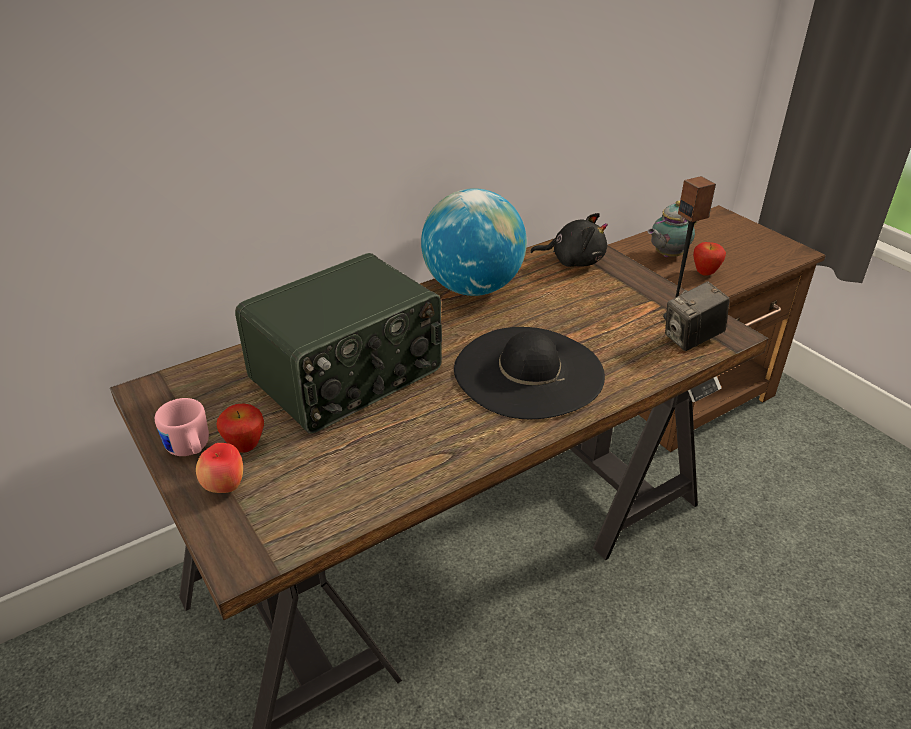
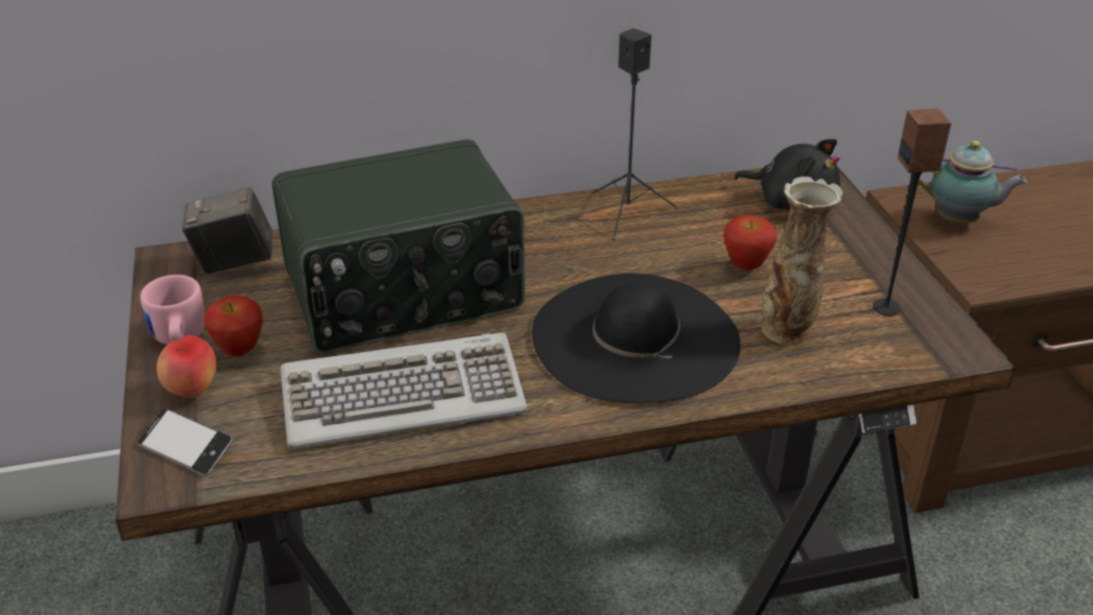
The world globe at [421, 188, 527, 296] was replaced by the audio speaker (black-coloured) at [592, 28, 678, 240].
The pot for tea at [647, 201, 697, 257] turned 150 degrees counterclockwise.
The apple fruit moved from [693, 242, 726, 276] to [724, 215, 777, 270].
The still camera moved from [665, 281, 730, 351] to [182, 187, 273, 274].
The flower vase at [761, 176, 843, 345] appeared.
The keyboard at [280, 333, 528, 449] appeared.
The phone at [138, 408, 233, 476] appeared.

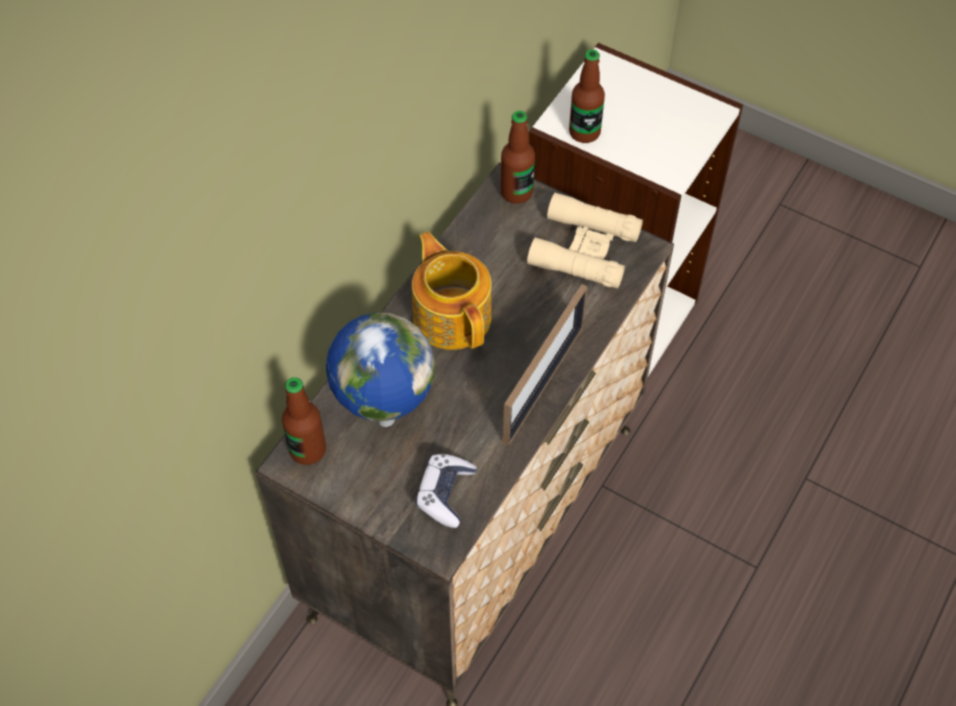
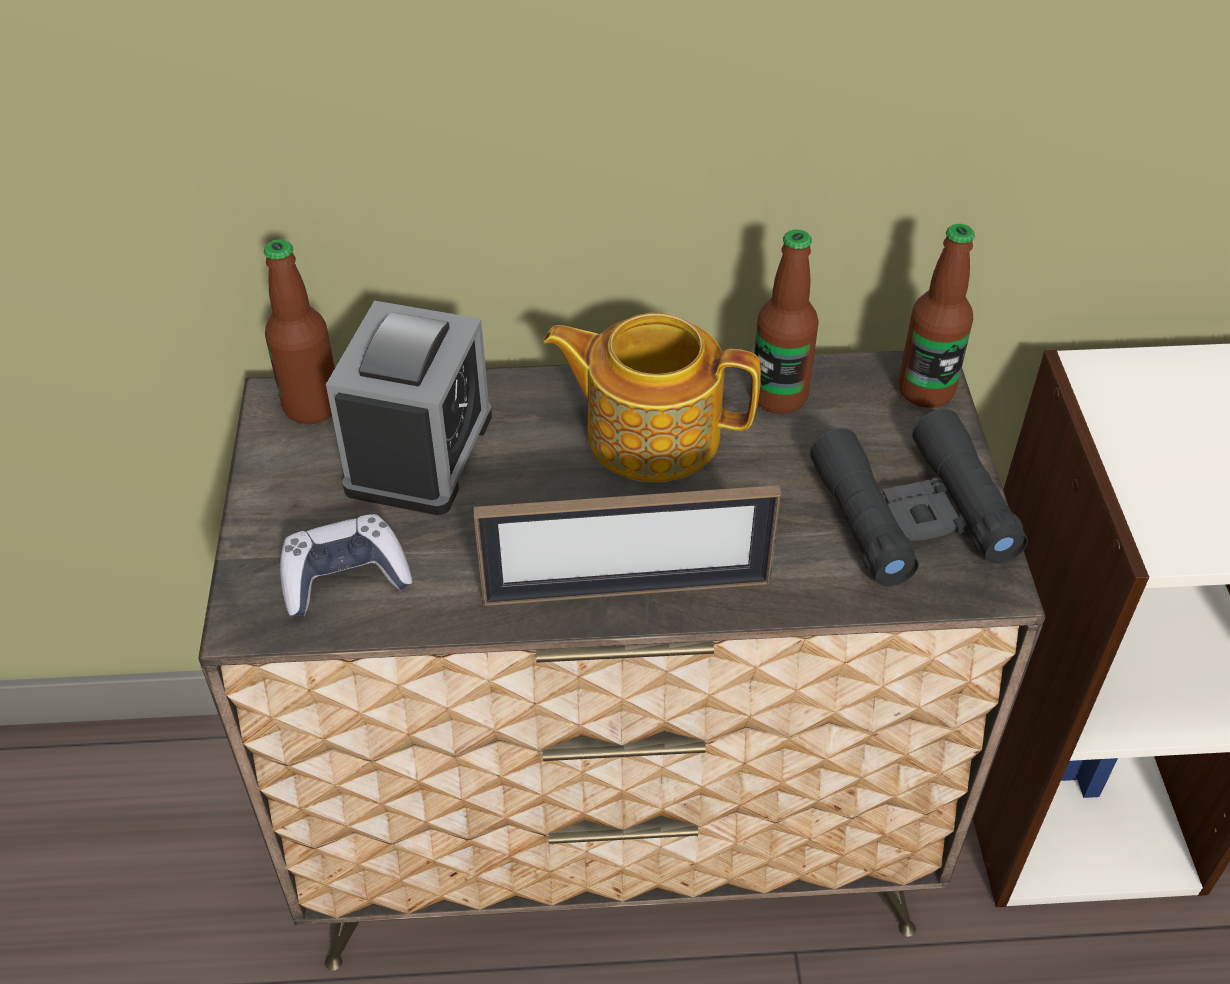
The bottle moved from [569, 49, 605, 143] to [754, 229, 818, 414].
The pair of binoculars (beige) at [527, 192, 643, 289] became the pair of binoculars (black-coloured) at [810, 409, 1028, 587].
The pot for tea at [412, 231, 492, 350] turned 105 degrees counterclockwise.
The world globe at [326, 312, 435, 427] was replaced by the table clock at [326, 301, 492, 515].

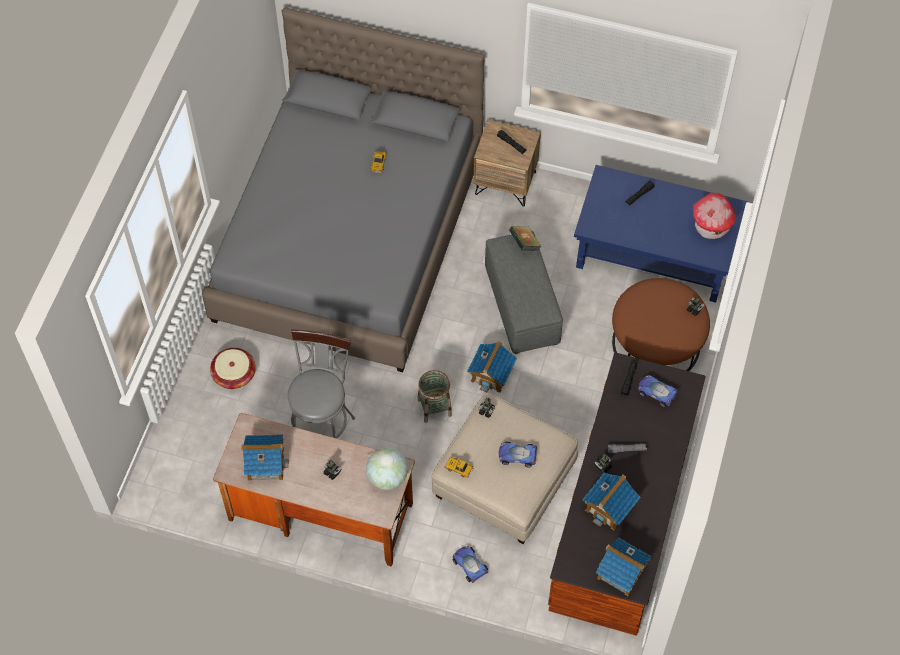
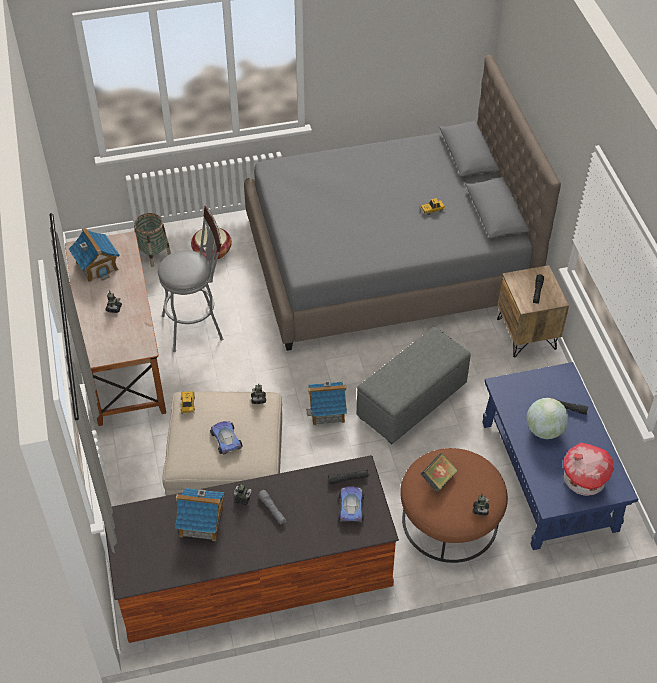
The book moved from [509, 226, 541, 251] to [421, 453, 458, 492].
The basket moved from [417, 370, 452, 423] to [134, 213, 171, 267].
The world globe moved from [366, 448, 408, 490] to [526, 398, 569, 439].
The model house at [596, 537, 652, 596] disappeared.
The miniature car at [452, 546, 489, 583] disappeared.

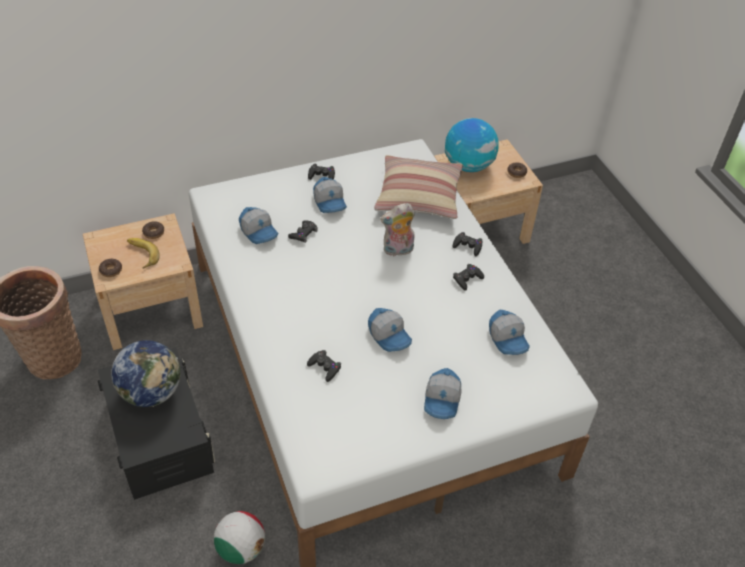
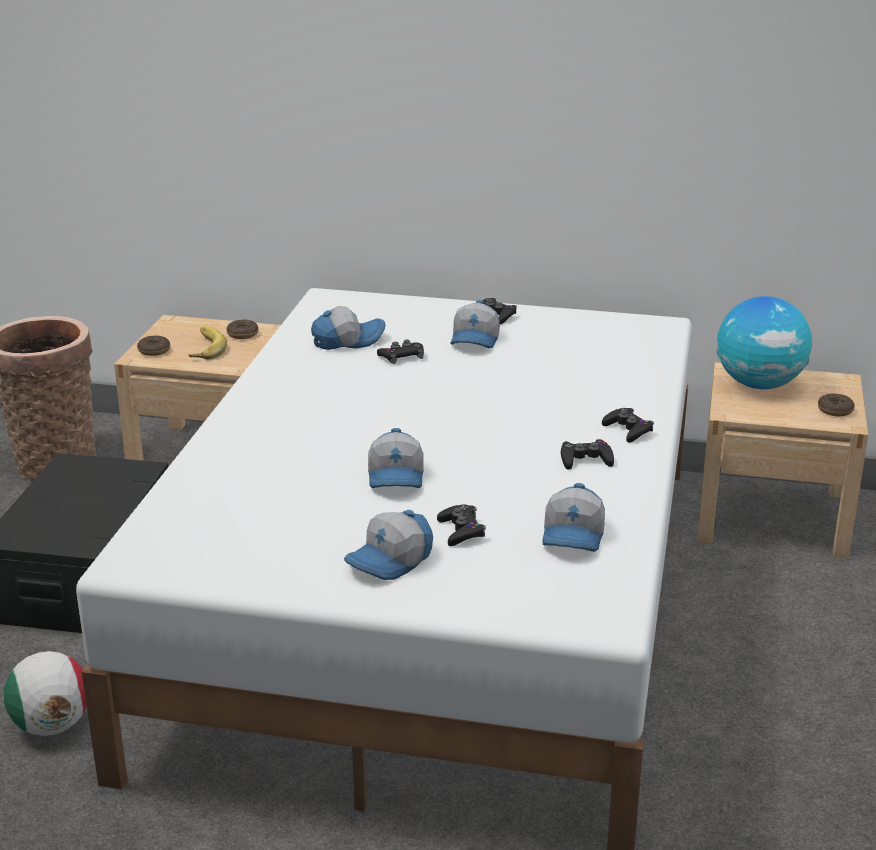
The cushion at [374, 155, 463, 219] disappeared.
The cuddly toy at [380, 203, 415, 256] disappeared.
The cap at [239, 207, 279, 244] turned 105 degrees counterclockwise.
The world globe at [111, 340, 180, 407] disappeared.
The joypad (black-coloured) moved from [307, 350, 341, 382] to [437, 504, 486, 546].

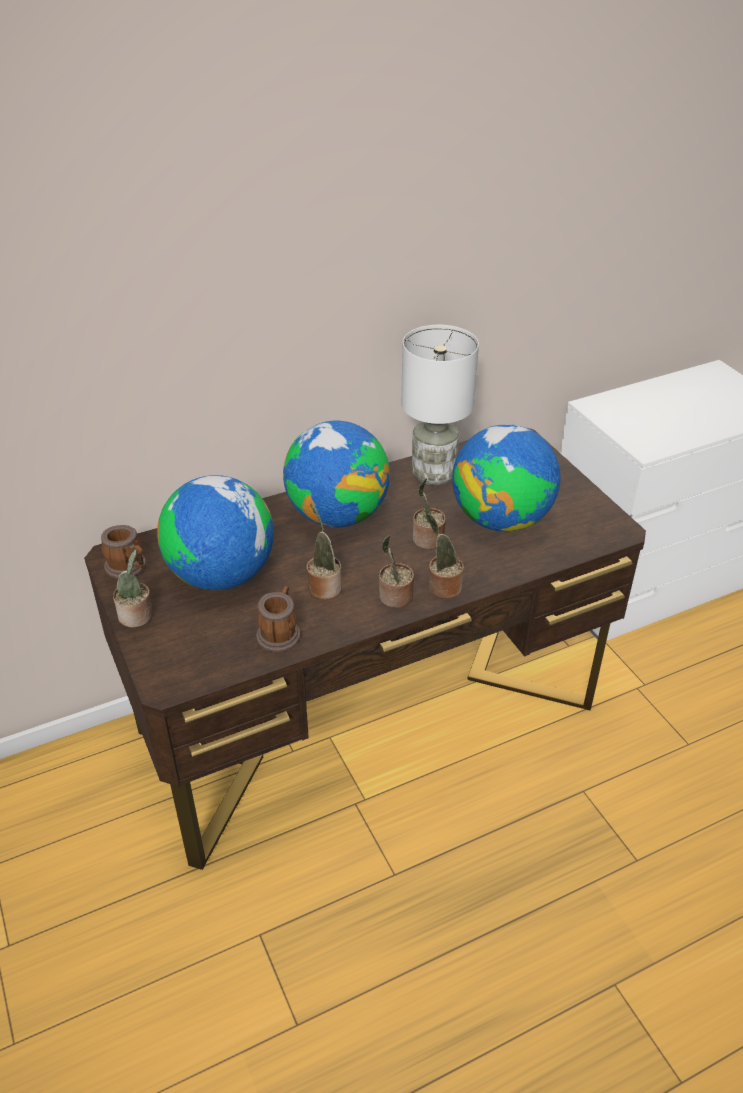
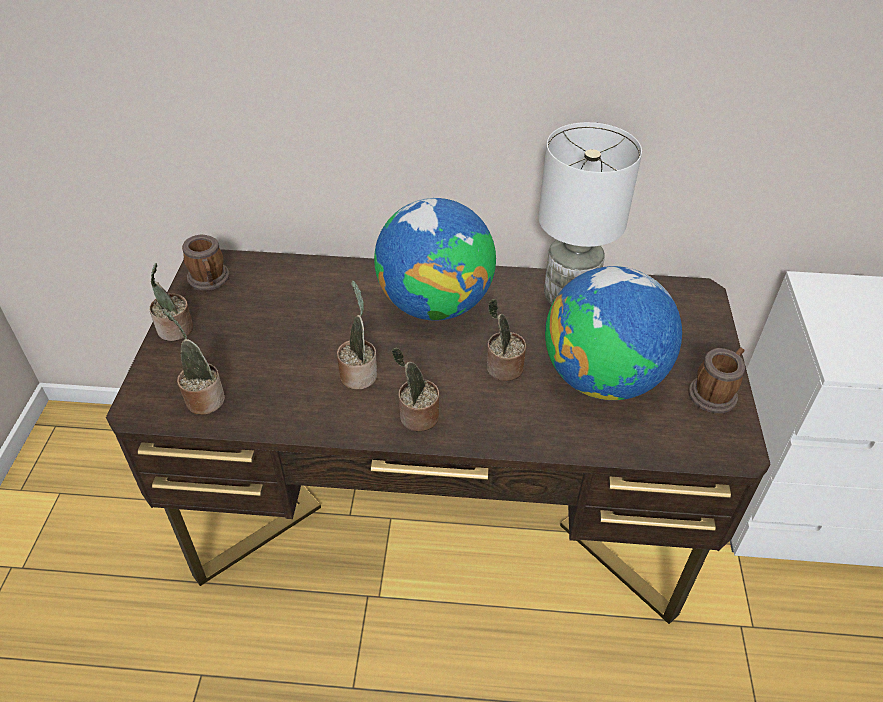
The world globe at [157, 475, 274, 590] disappeared.
The potted plant moved from [426, 513, 464, 599] to [163, 311, 225, 415].
The tea mug moved from [256, 586, 301, 652] to [688, 347, 745, 414].

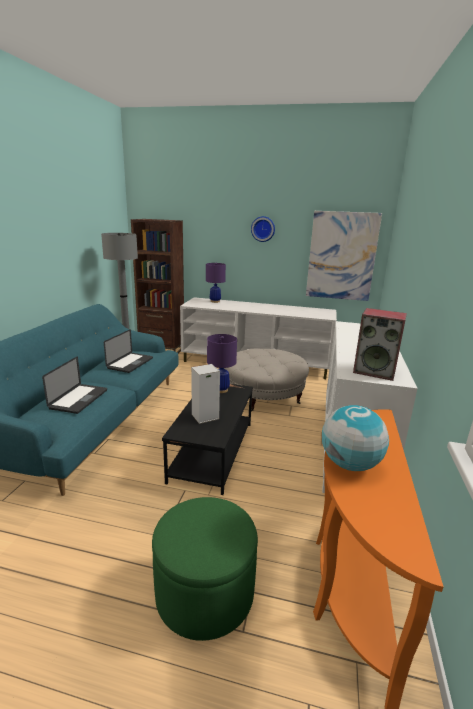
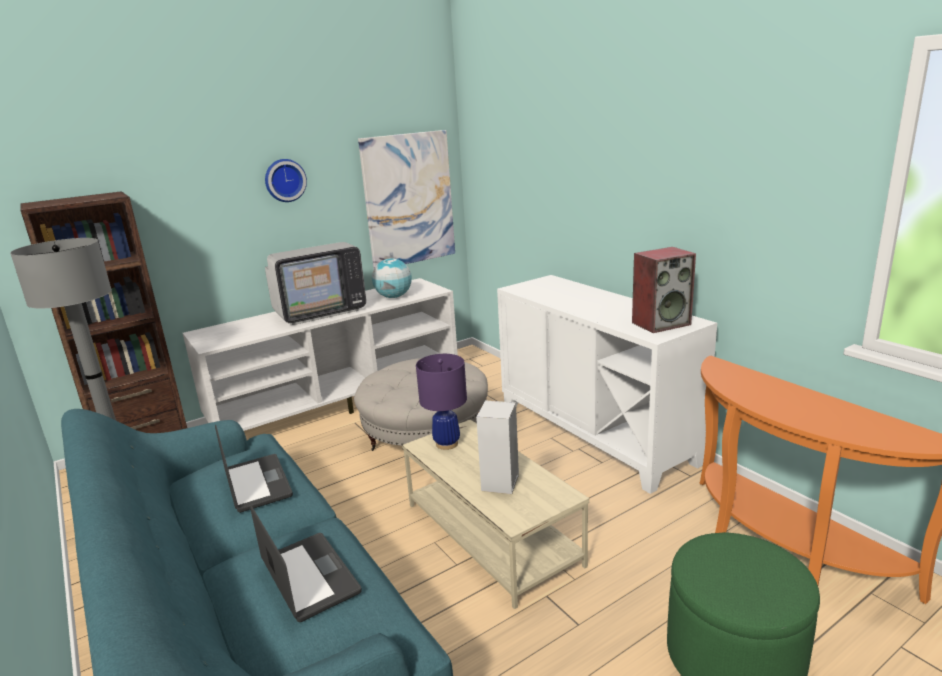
The lamp for a table (purple-coloured) at [206, 262, 226, 303] disappeared.
The lounge table (black-coloured) at [162, 384, 253, 495] became the lounge table (beige) at [402, 419, 589, 609].
The world globe moved from [322, 405, 389, 471] to [372, 258, 412, 298].
The television at [265, 242, 366, 325] appeared.

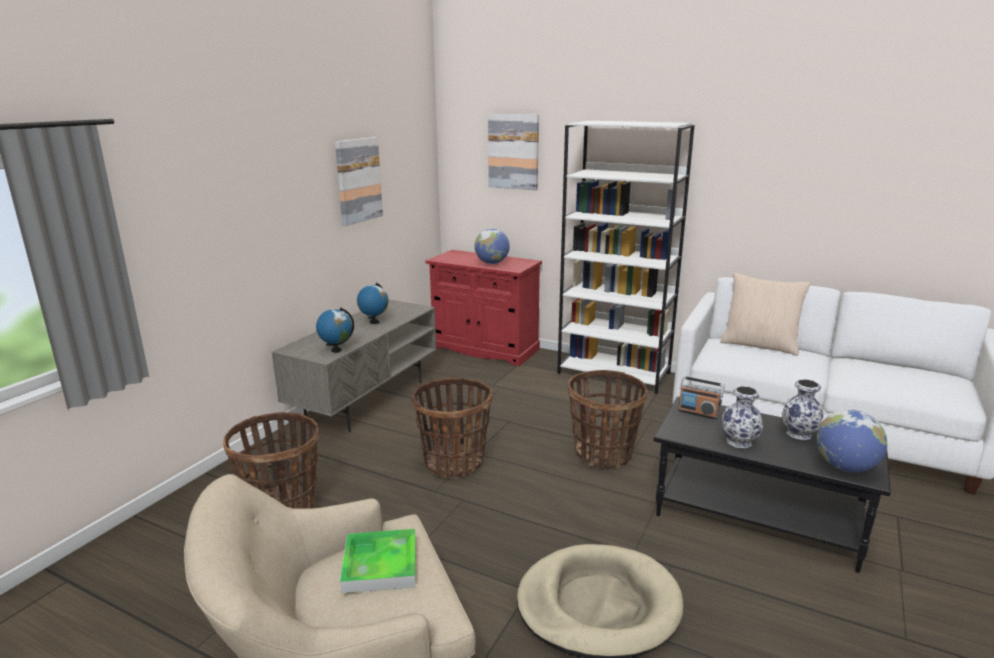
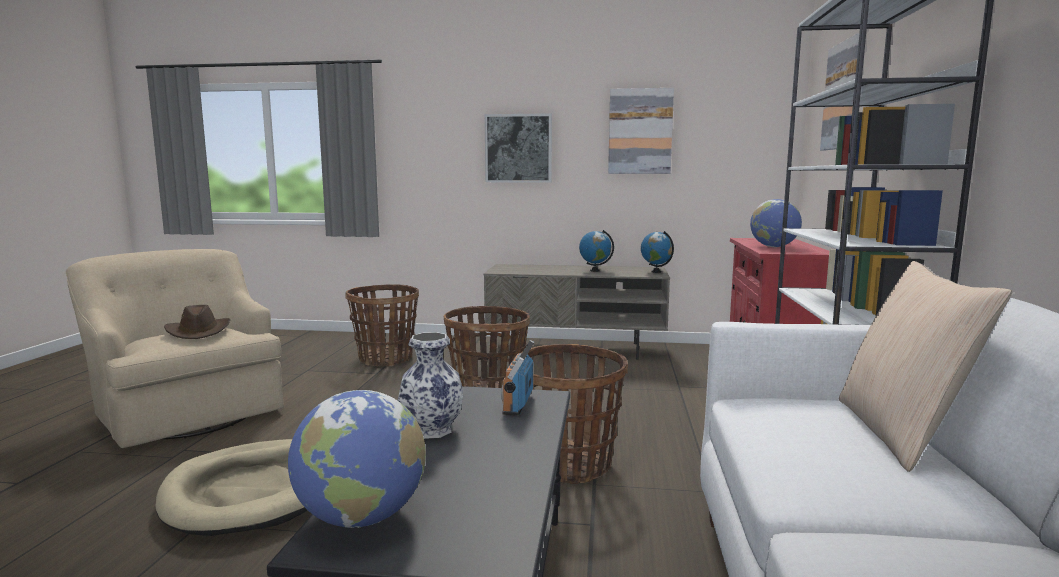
The world globe moved from [316, 307, 354, 353] to [641, 231, 674, 273].
The flower vase at [782, 379, 824, 440] disappeared.
The tray at [340, 529, 416, 593] was replaced by the wearable hat (brown) at [164, 305, 230, 339].
The wall art at [485, 113, 552, 182] appeared.

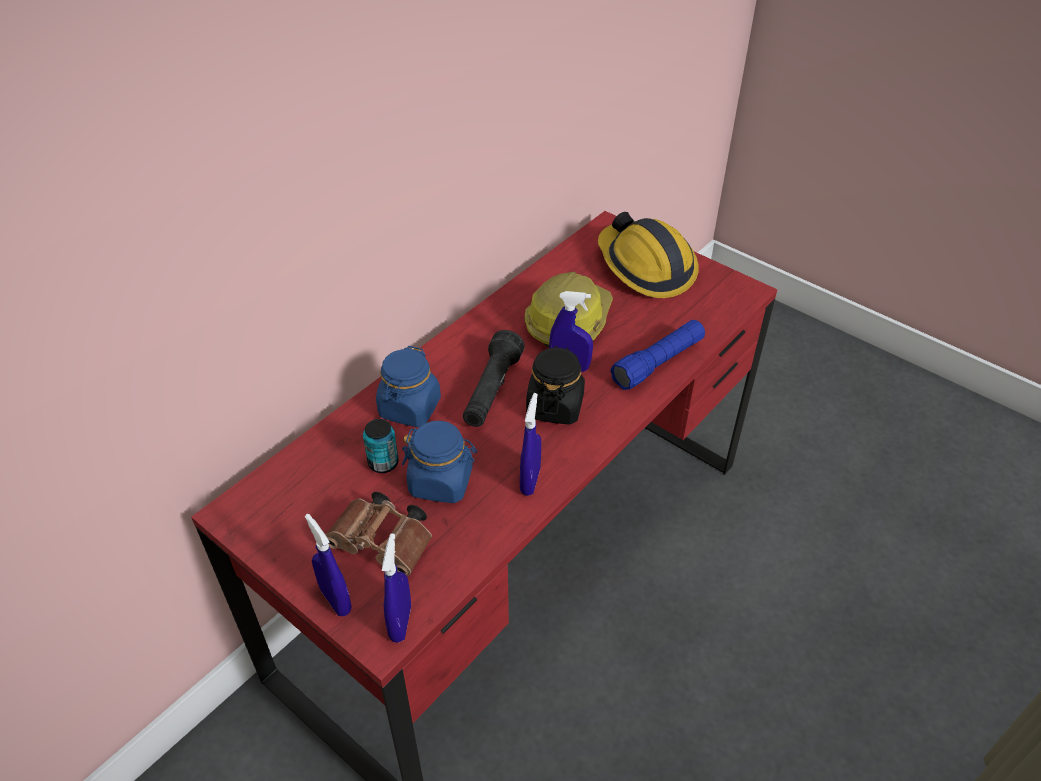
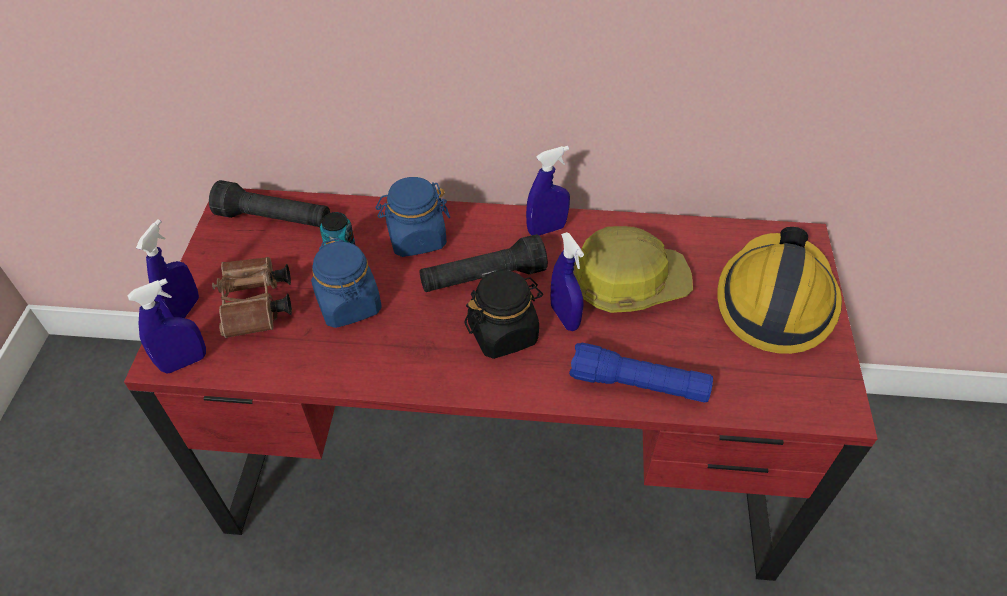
The spray bottle (blue-coloured) moved from [520, 393, 541, 496] to [526, 146, 570, 236].
The hand torch (black-coloured) at [209, 180, 330, 227] appeared.

